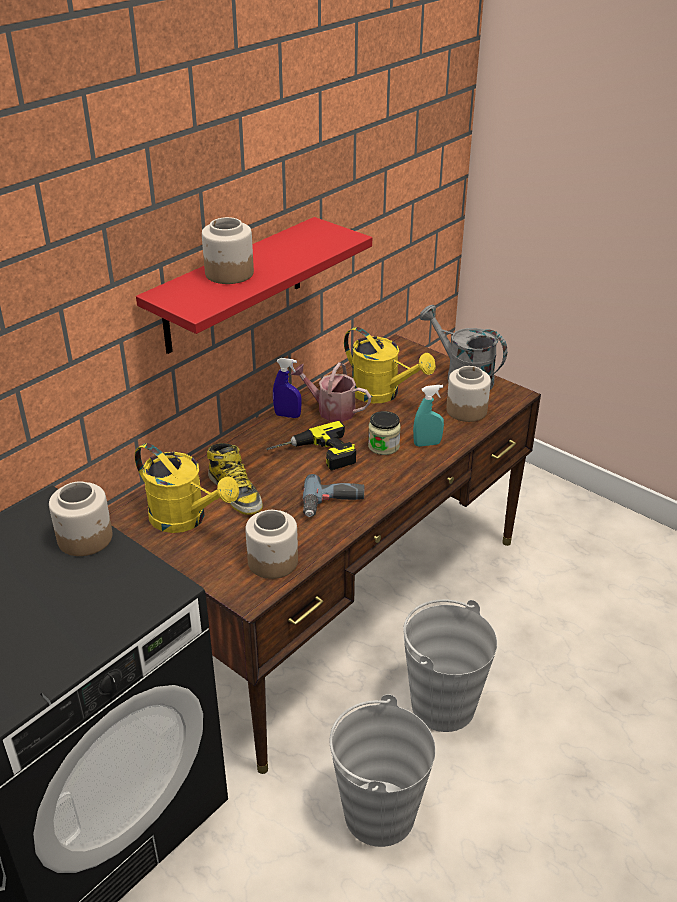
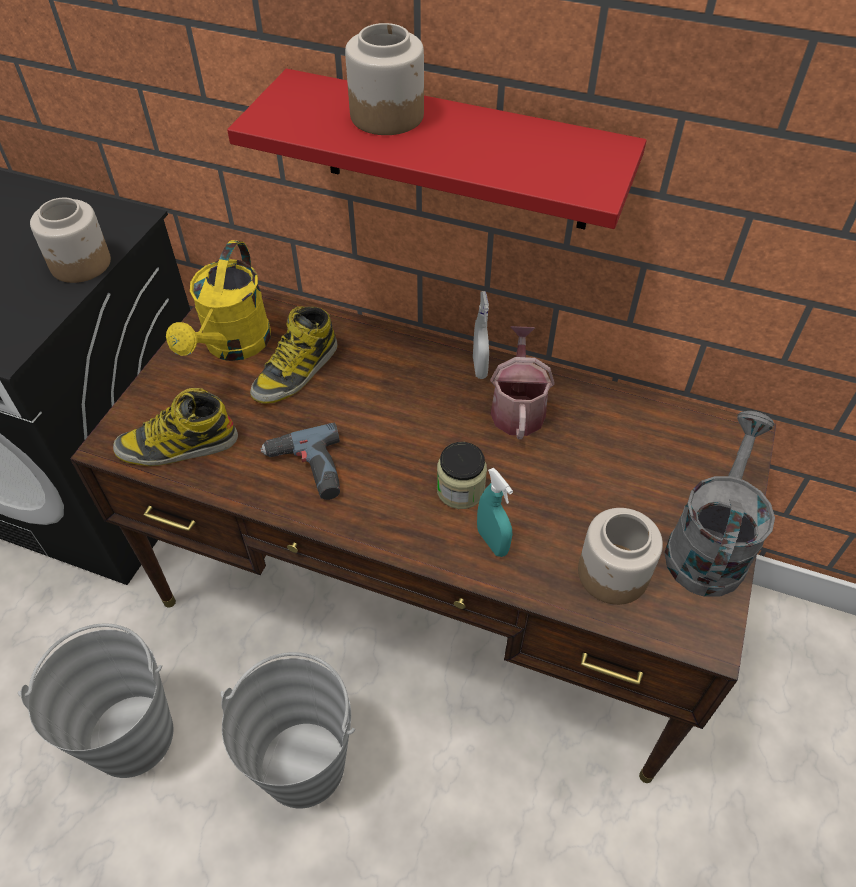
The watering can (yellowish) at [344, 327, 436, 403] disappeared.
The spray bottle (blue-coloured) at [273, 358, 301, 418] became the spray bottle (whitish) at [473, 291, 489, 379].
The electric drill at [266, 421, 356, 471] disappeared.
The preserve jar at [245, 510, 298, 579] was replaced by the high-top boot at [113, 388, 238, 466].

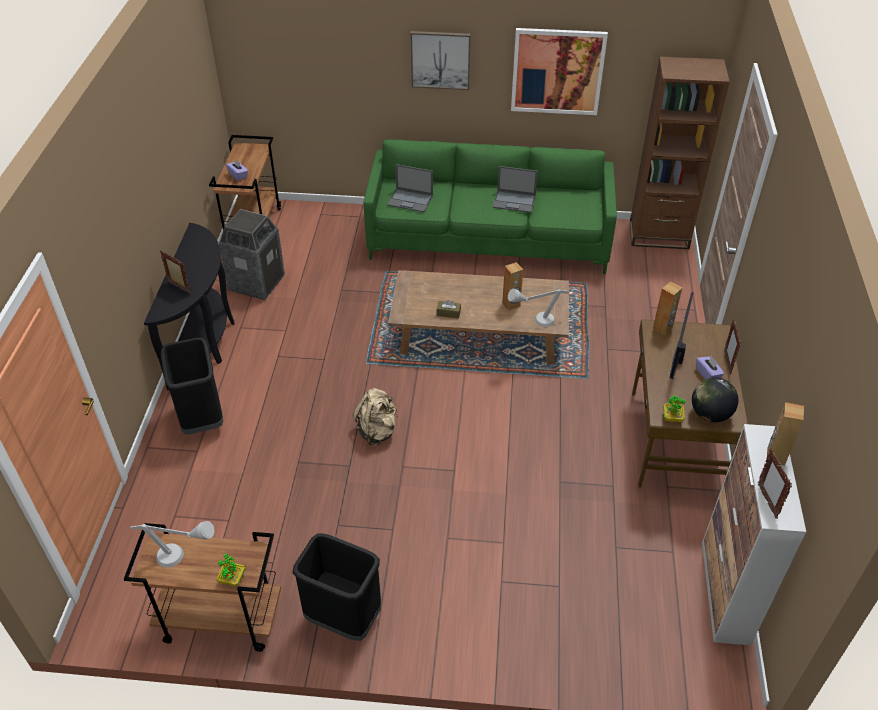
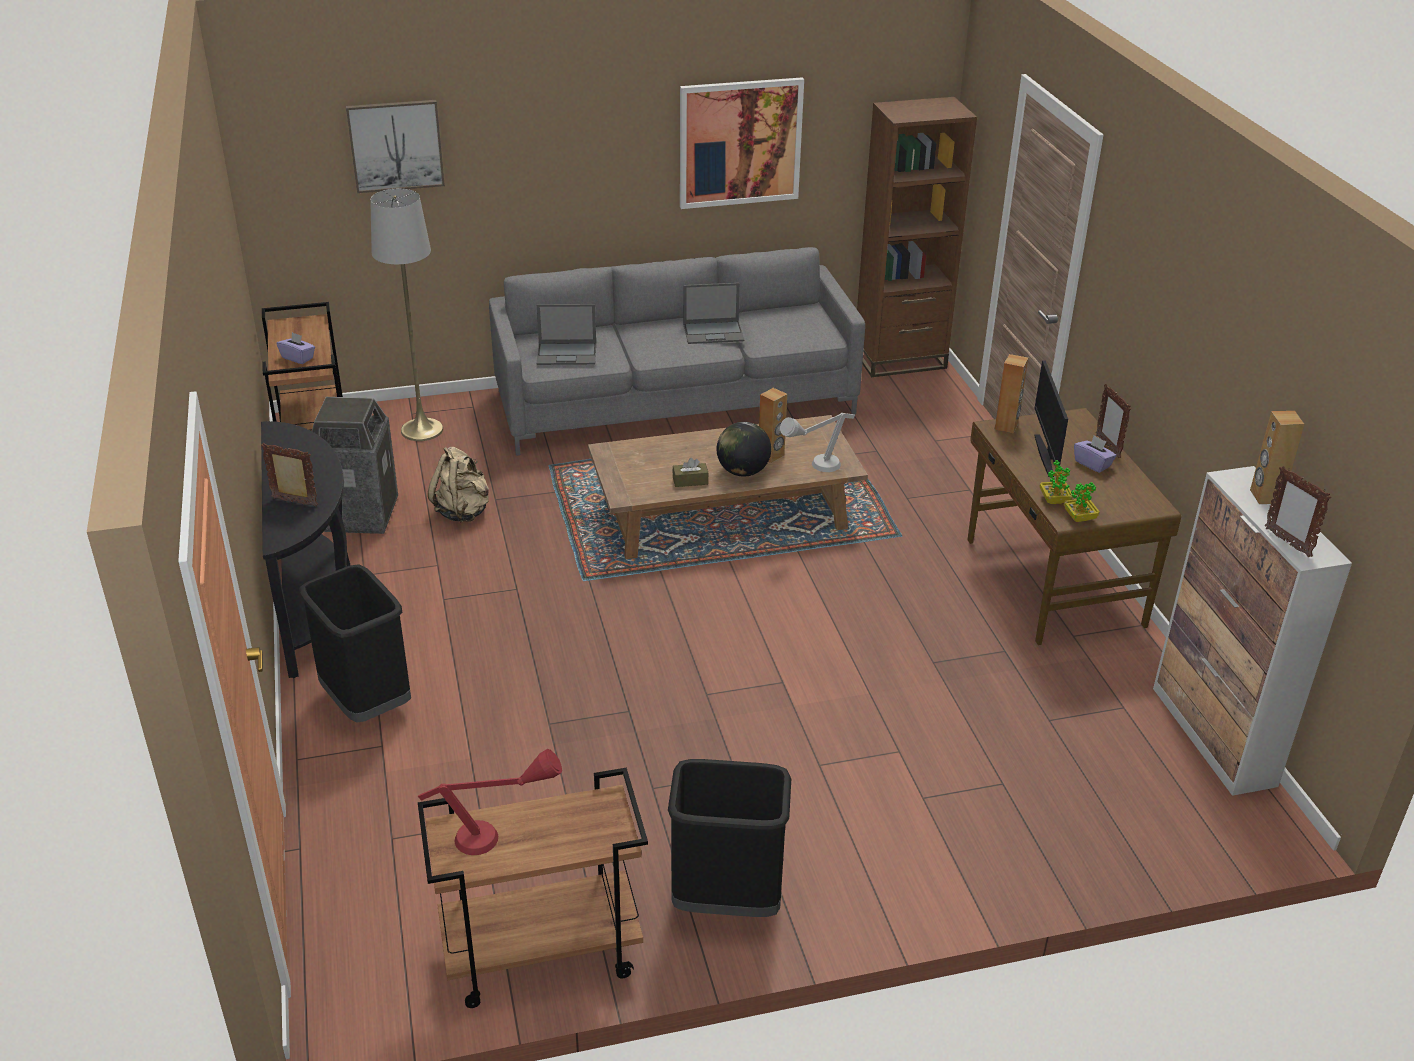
The wall art moved from [410, 31, 471, 90] to [346, 100, 445, 193].
The couch (green) at [364, 139, 617, 274] became the couch (greyish) at [489, 247, 865, 456].
The world globe moved from [692, 377, 738, 422] to [717, 422, 771, 477].
The knapsack (beige) moved from [353, 388, 397, 446] to [428, 447, 489, 522].
The lamp for a table (greyish) at [130, 521, 214, 567] became the lamp for a table (red) at [418, 749, 562, 855].
The potted plant moved from [217, 553, 246, 587] to [1040, 460, 1073, 504].
The standard lamp (greyish) at [370, 189, 443, 441] appeared.

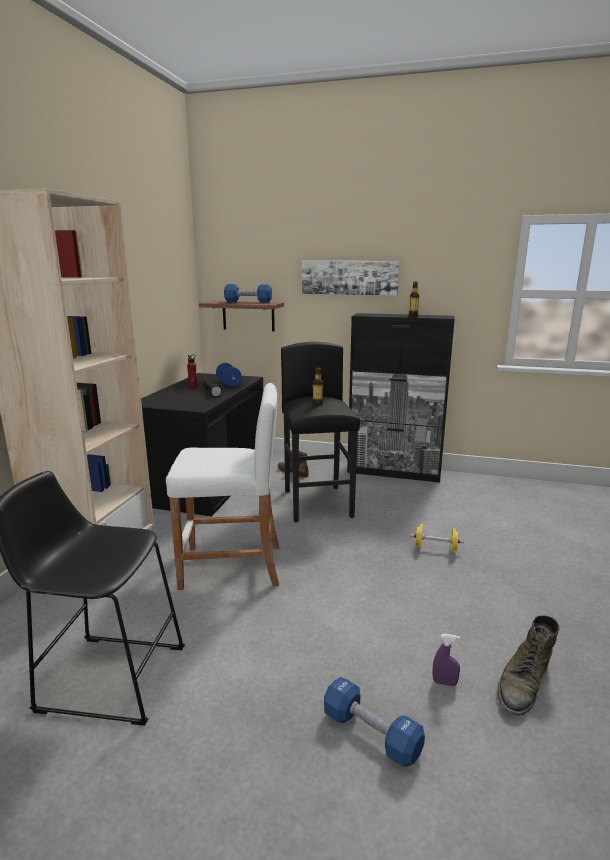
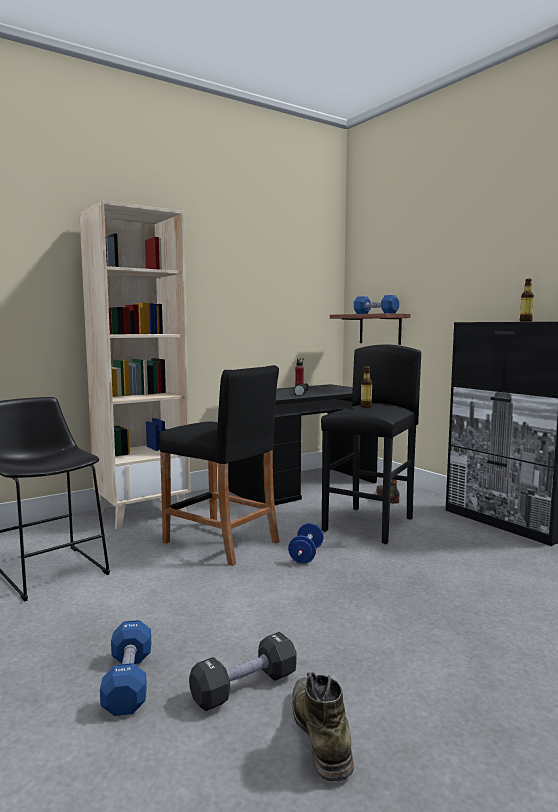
The wall art at [302, 261, 399, 296] disappeared.
The hand weight (blue-coloured) moved from [216, 363, 242, 387] to [288, 523, 324, 563].
The stool seat (whitish) at [166, 383, 279, 590] became the stool seat (black-coloured) at [159, 365, 280, 566].
The hand weight (yellowish) at [410, 524, 464, 553] disappeared.
The high-top boot (green) at [497, 615, 560, 716] turned 90 degrees clockwise.
The spray bottle (purple-coloured) at [432, 634, 460, 686] was replaced by the hand weight (black-coloured) at [189, 632, 297, 711].

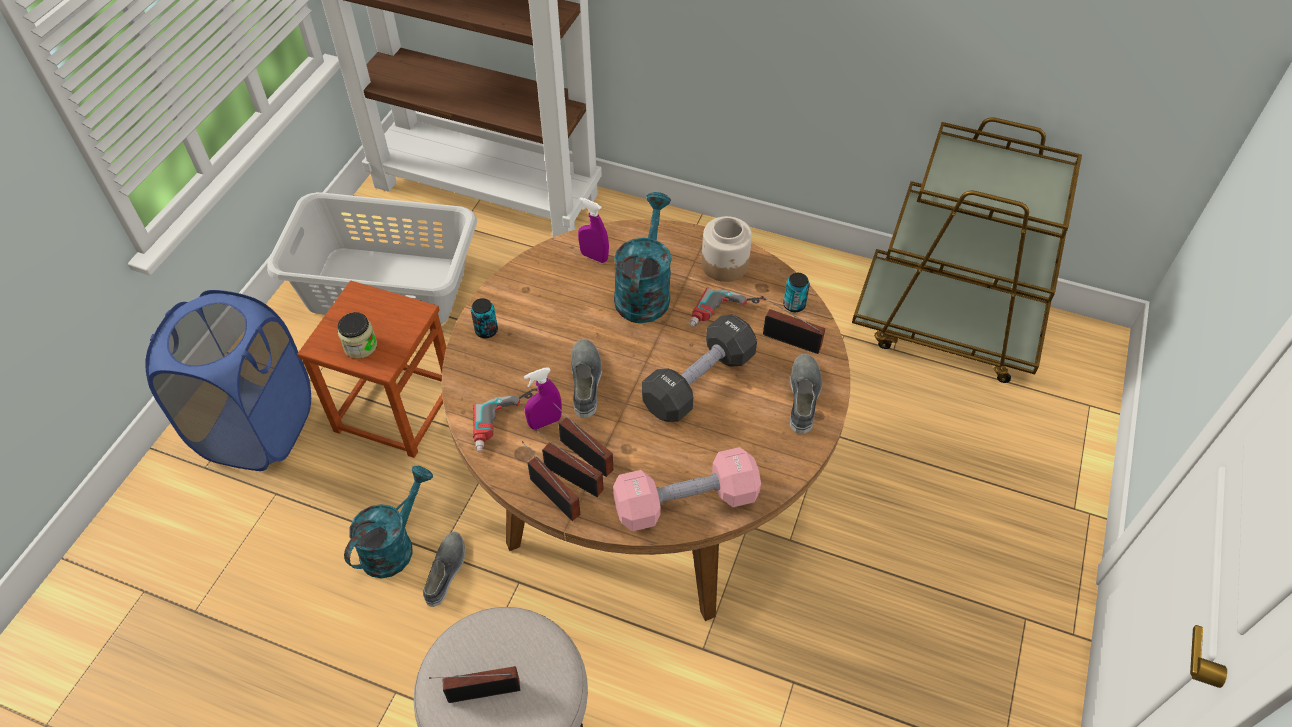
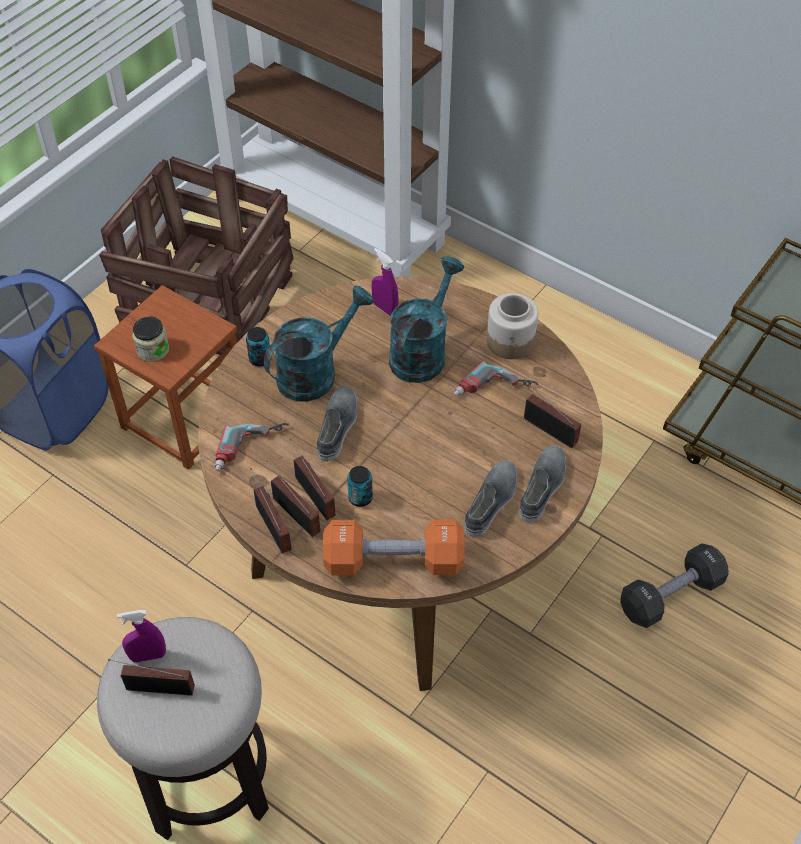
The washing basket (greyish) at [267, 192, 477, 325] was replaced by the packing crate at [99, 156, 294, 355].
The can moved from [783, 273, 810, 312] to [347, 466, 373, 507].
The hand weight (black-coloured) moved from [642, 314, 757, 422] to [621, 543, 729, 628].
The spray bottle (purple-coloured) moved from [524, 367, 562, 430] to [117, 610, 166, 662].
The hand weight (pinkish) at [613, 447, 761, 531] became the hand weight (orange-coloured) at [323, 520, 465, 575].
The watering can (blue-green) moved from [344, 466, 433, 579] to [264, 286, 374, 402].
The shoe (greyish) moved from [423, 532, 465, 607] to [464, 460, 517, 537].

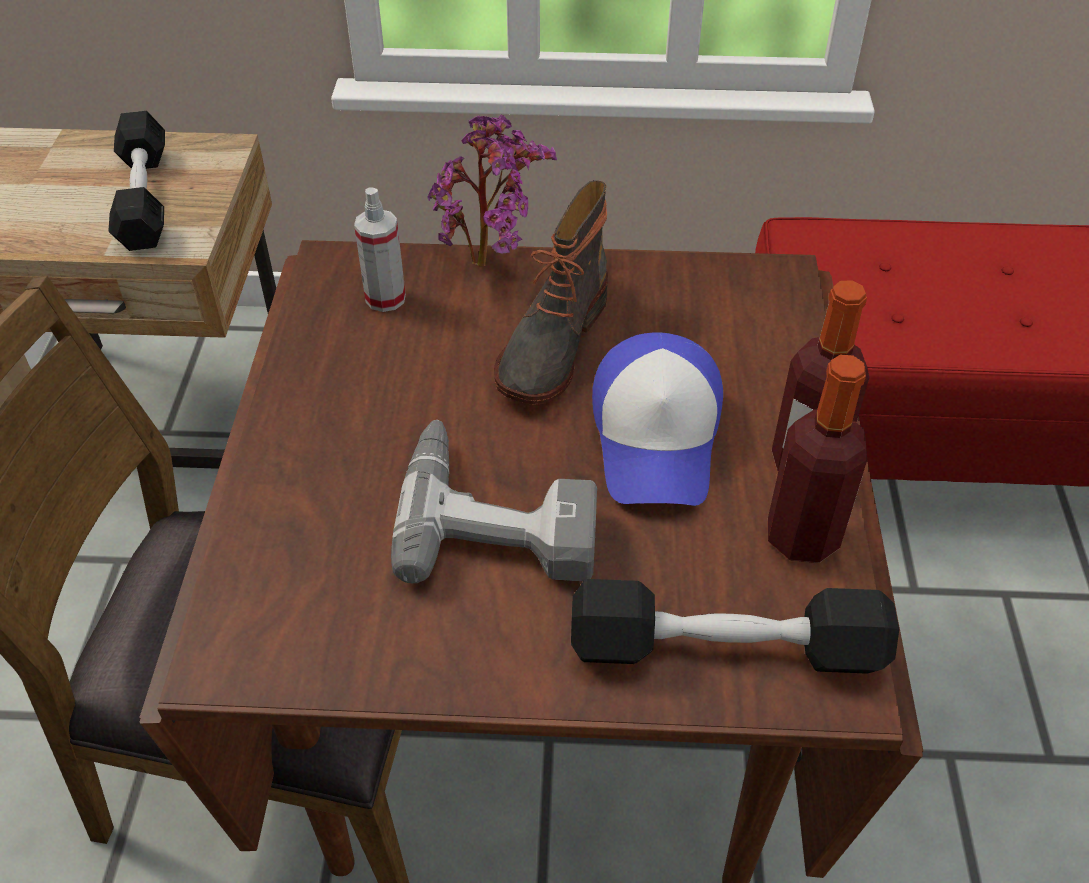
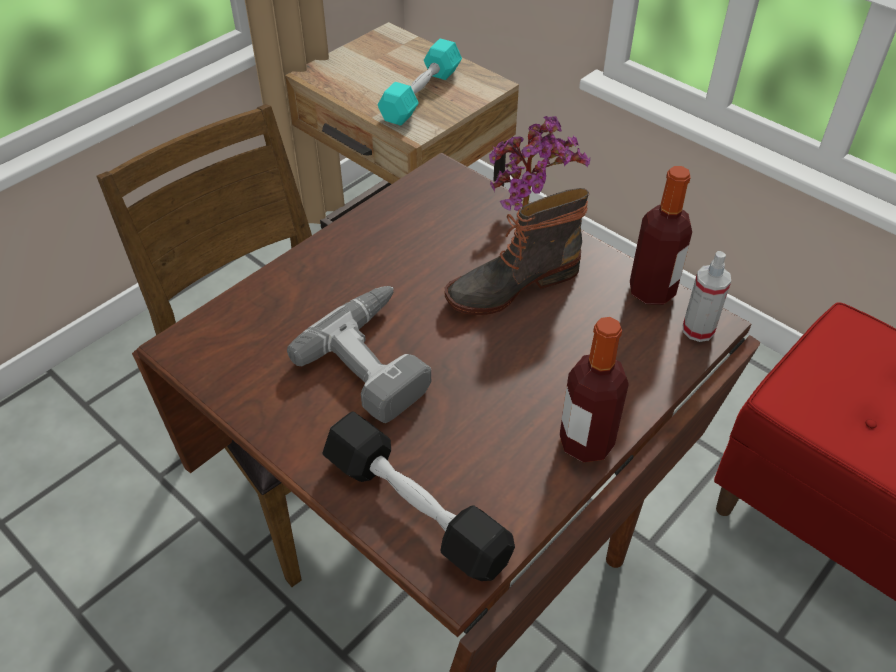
The hand weight (black-coloured) at [108, 111, 165, 251] became the hand weight (blue-green) at [378, 38, 462, 126].
The spray bottle moved from [354, 188, 406, 312] to [683, 251, 731, 342].
The cap at [592, 332, 723, 506] disappeared.
The bottle moved from [768, 355, 867, 563] to [630, 166, 692, 305].

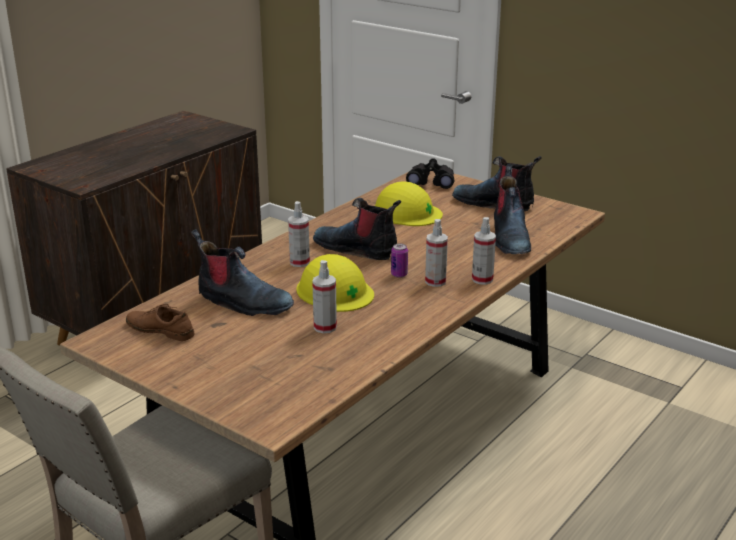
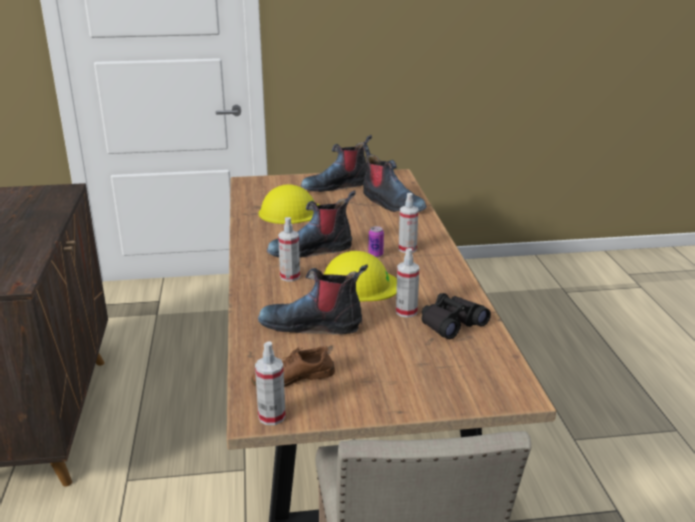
The pair of binoculars (black-coloured) moved from [406, 158, 455, 189] to [422, 293, 491, 339].
The spray bottle moved from [472, 217, 496, 285] to [255, 341, 286, 425].
The high-top boot at [191, 229, 294, 316] turned 150 degrees counterclockwise.

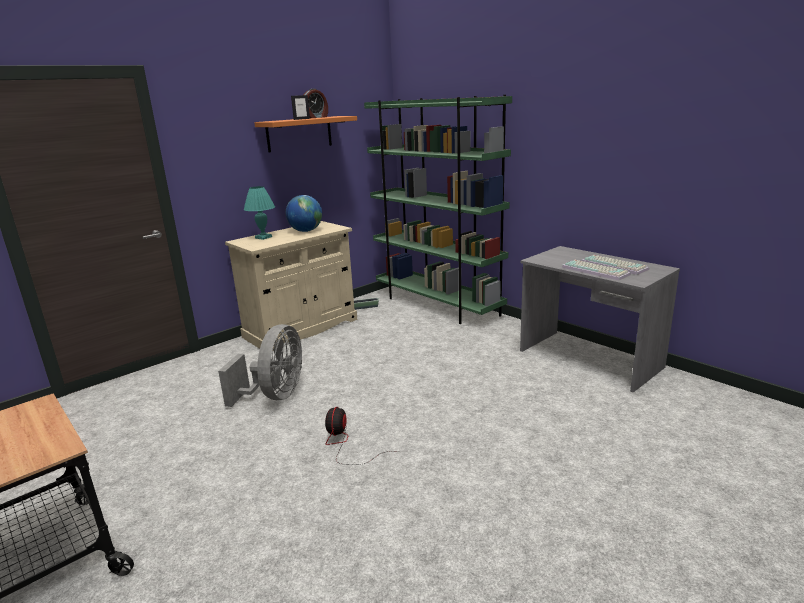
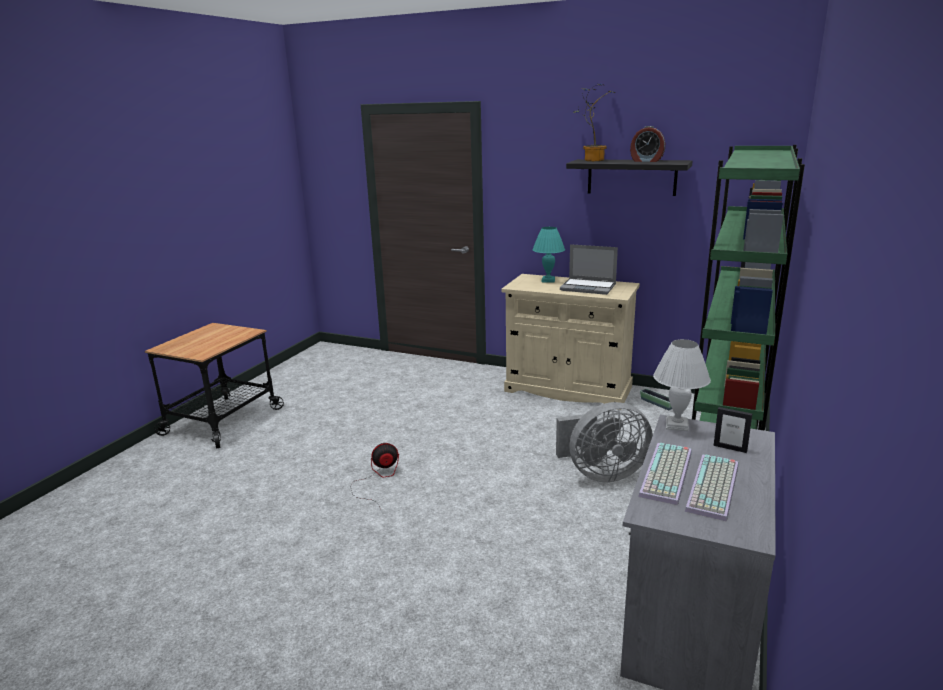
The standing frame moved from [291, 95, 310, 120] to [714, 407, 752, 453].
The shelf (orange-coloured) at [254, 116, 357, 153] became the shelf (black-coloured) at [566, 159, 693, 196].
The world globe at [286, 195, 322, 232] was replaced by the notebook computer at [560, 244, 618, 295].
The fan (greyish) moved from [218, 324, 302, 407] to [556, 402, 653, 482].
The potted plant at [573, 84, 616, 161] appeared.
The lamp for a table (whitish) at [653, 339, 711, 432] appeared.

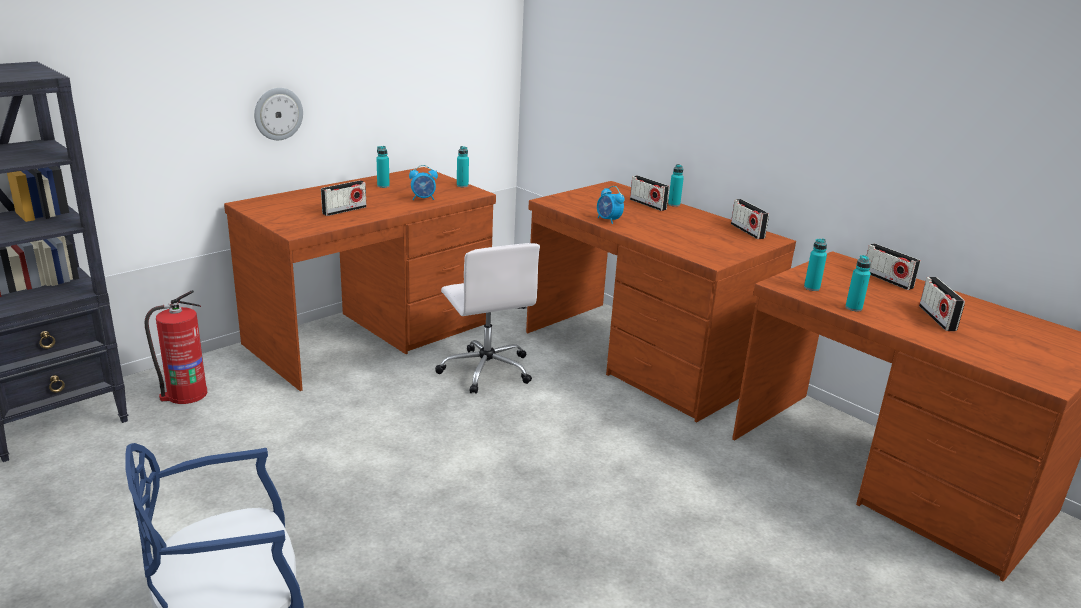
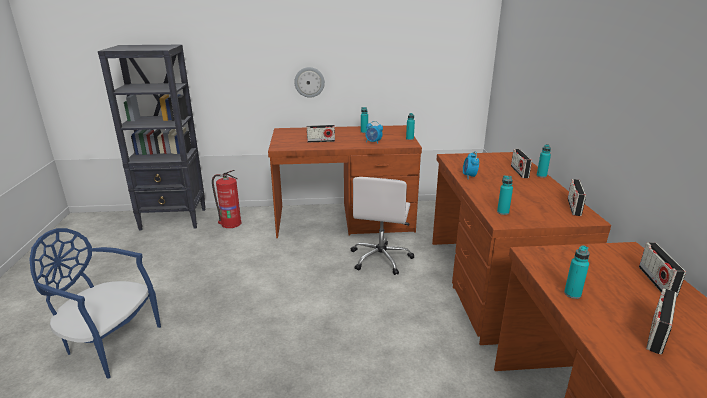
The bottle (blue-green) moved from [804, 238, 827, 291] to [497, 176, 513, 215].

